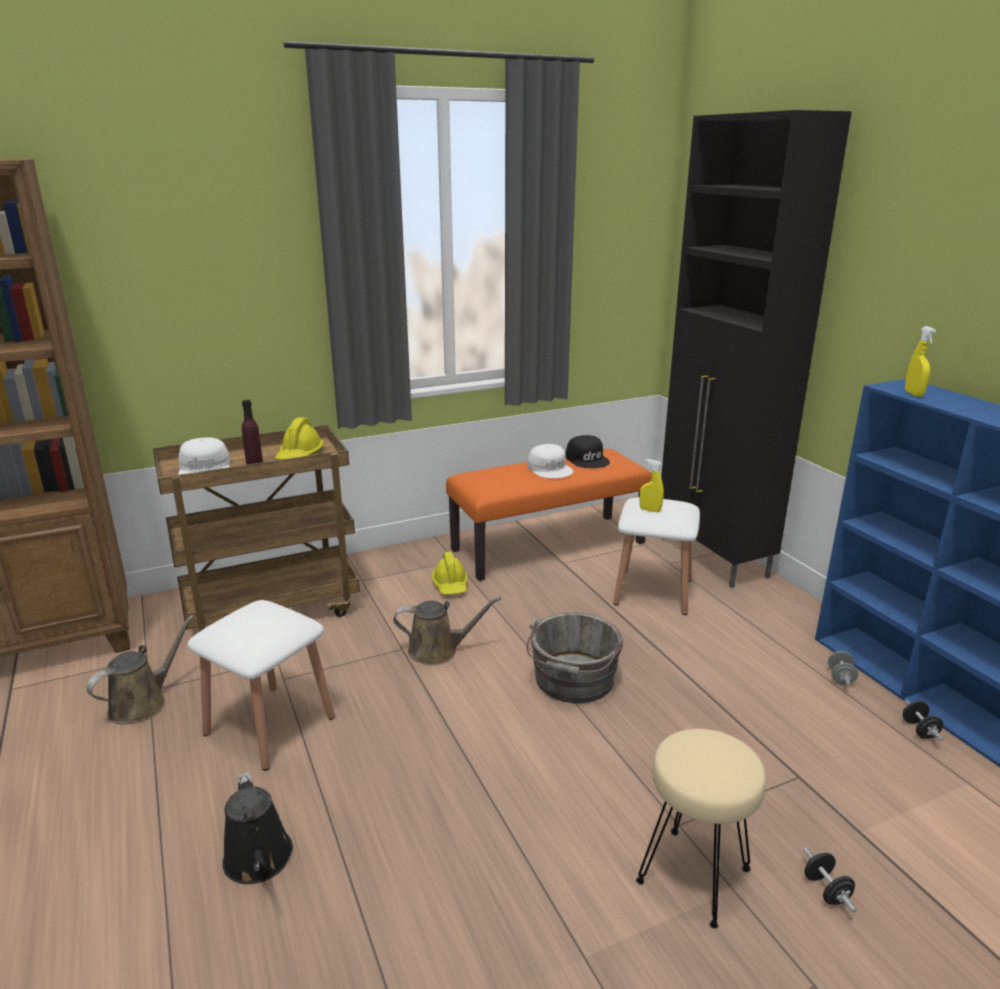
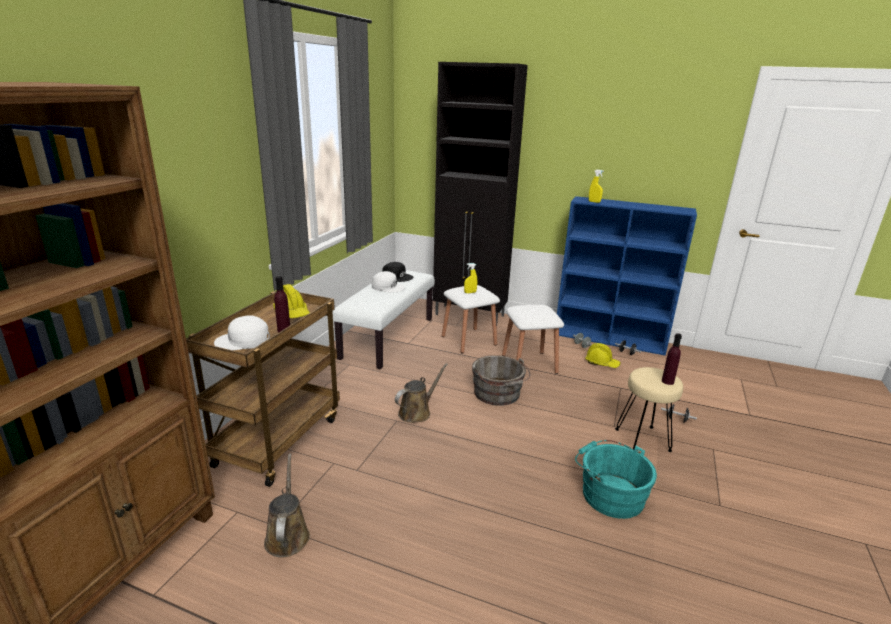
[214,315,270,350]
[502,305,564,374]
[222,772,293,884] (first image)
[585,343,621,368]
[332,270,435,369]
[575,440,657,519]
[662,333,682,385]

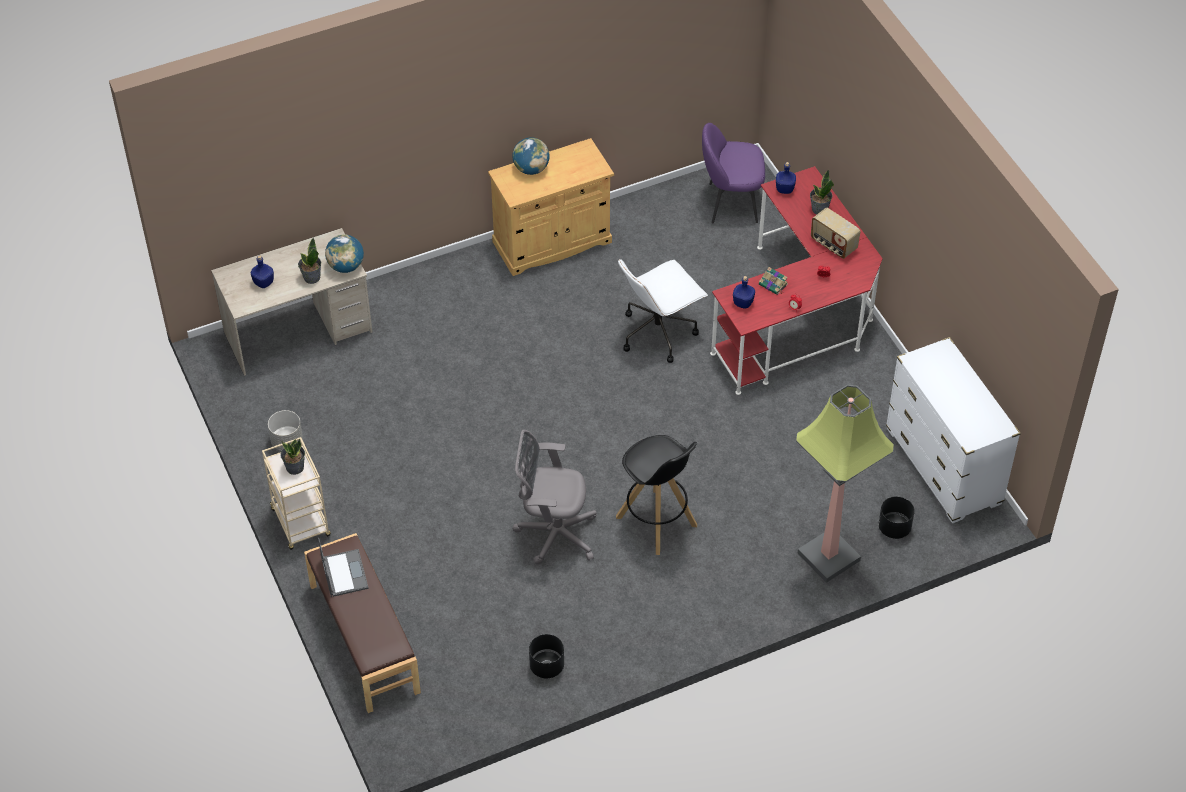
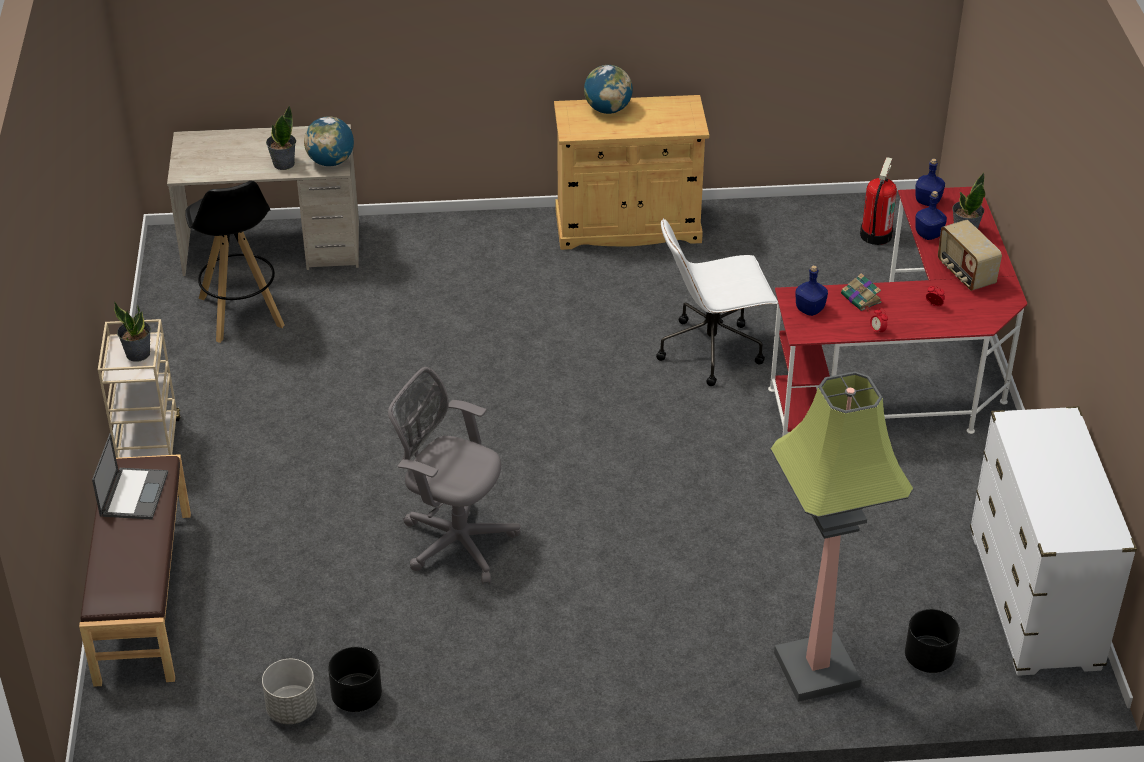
[915,191,947,240]
[262,659,317,724]
[185,181,285,343]
[860,157,897,245]

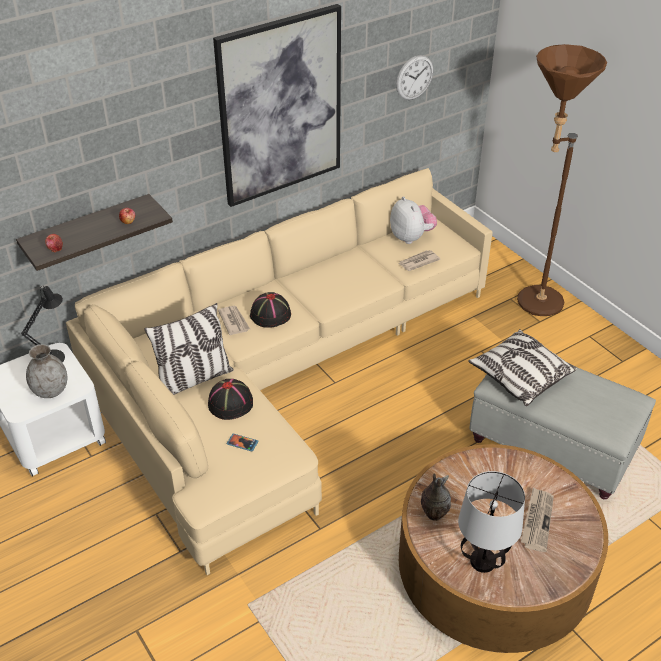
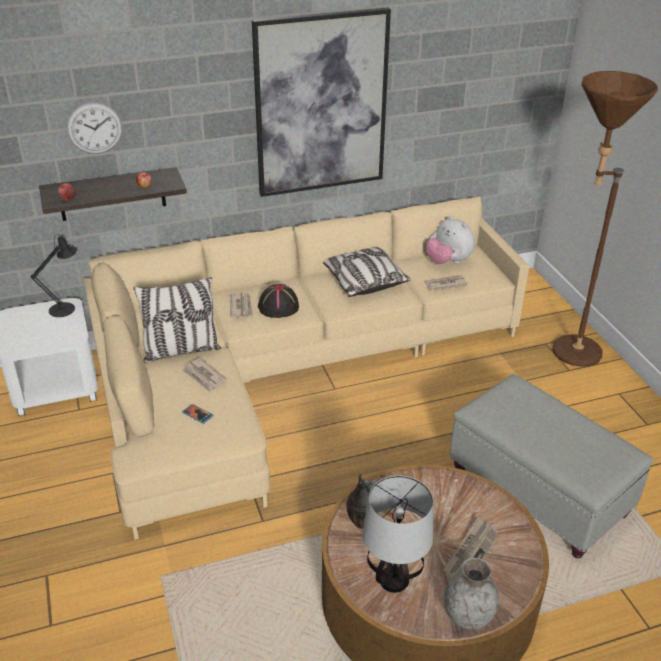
[444,558,499,630]
[182,358,227,392]
[426,216,475,264]
[67,102,122,154]
[323,247,411,297]

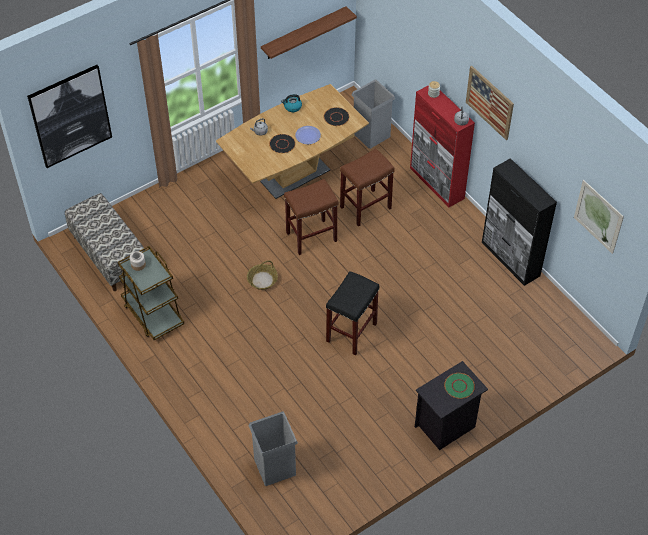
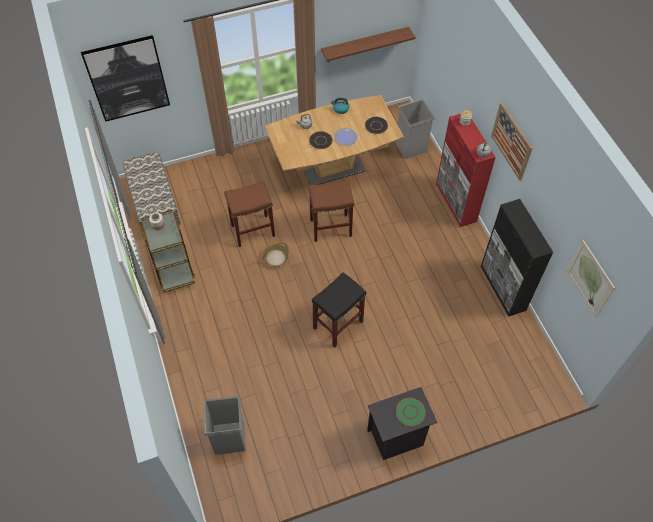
[224,181,275,247]

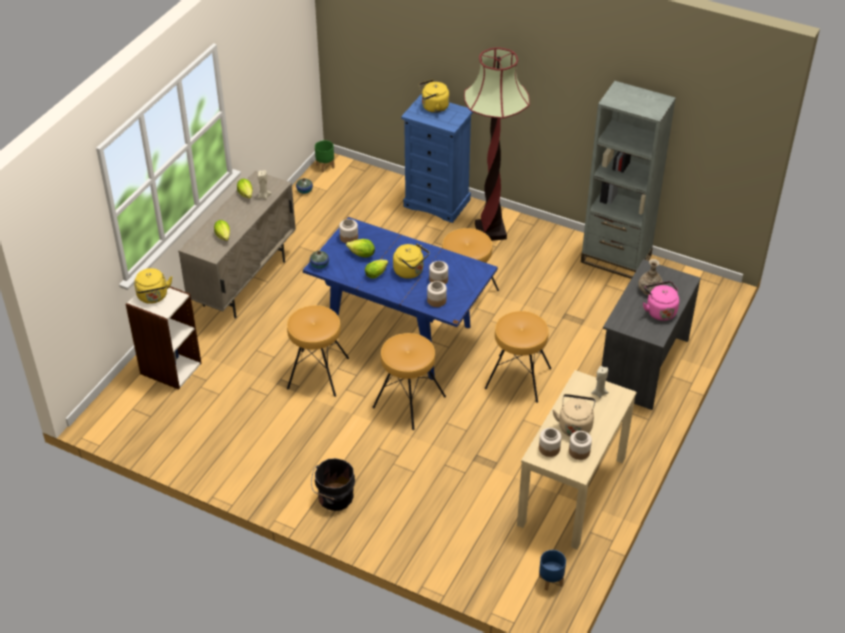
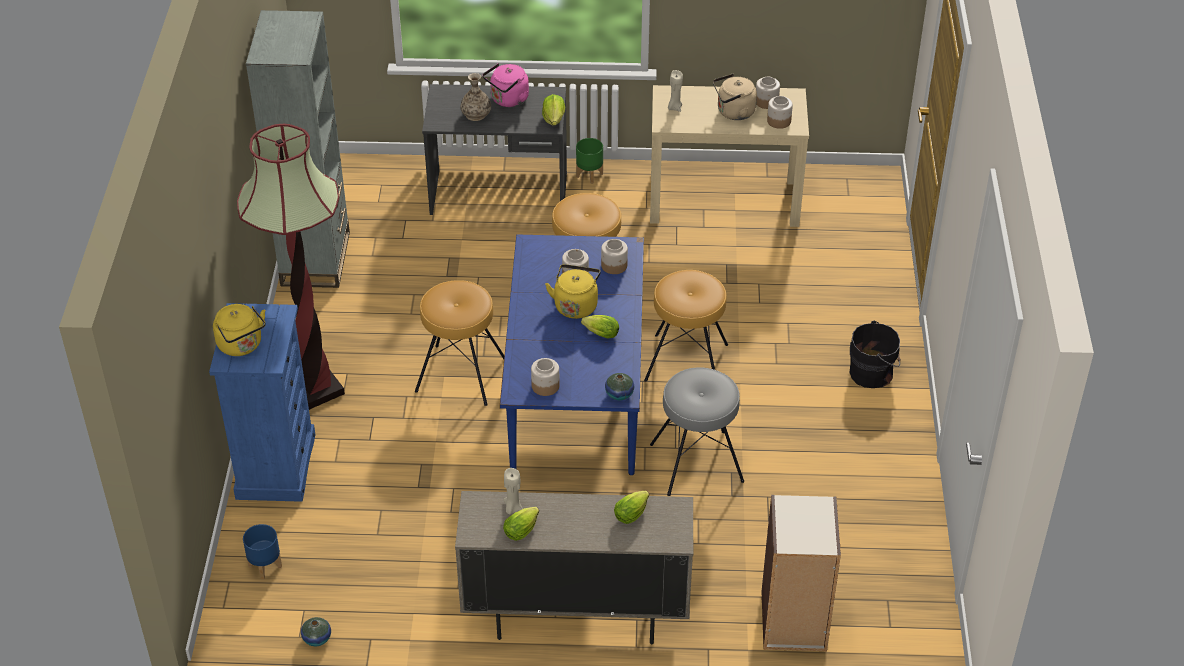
[134,268,172,304] (first image)
[650,368,744,496]
[576,138,603,184]
[542,94,565,125]
[243,524,282,579]

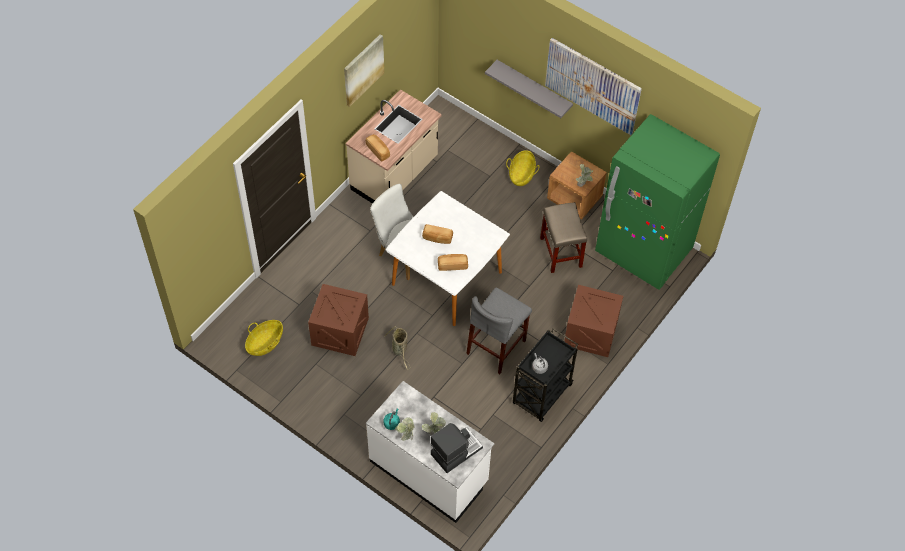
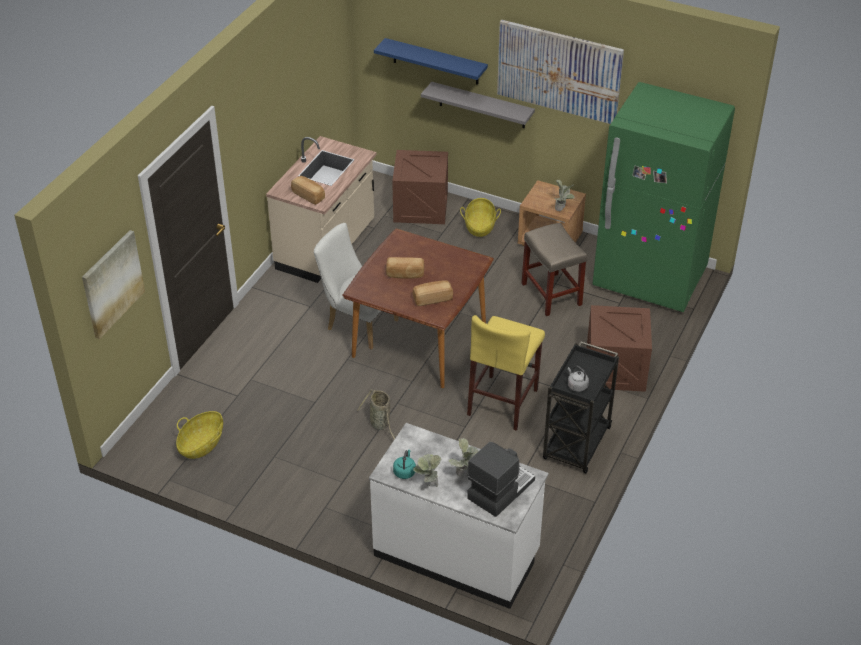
[392,150,448,224]
[82,230,145,339]
[342,228,494,388]
[467,315,545,431]
[374,38,488,85]

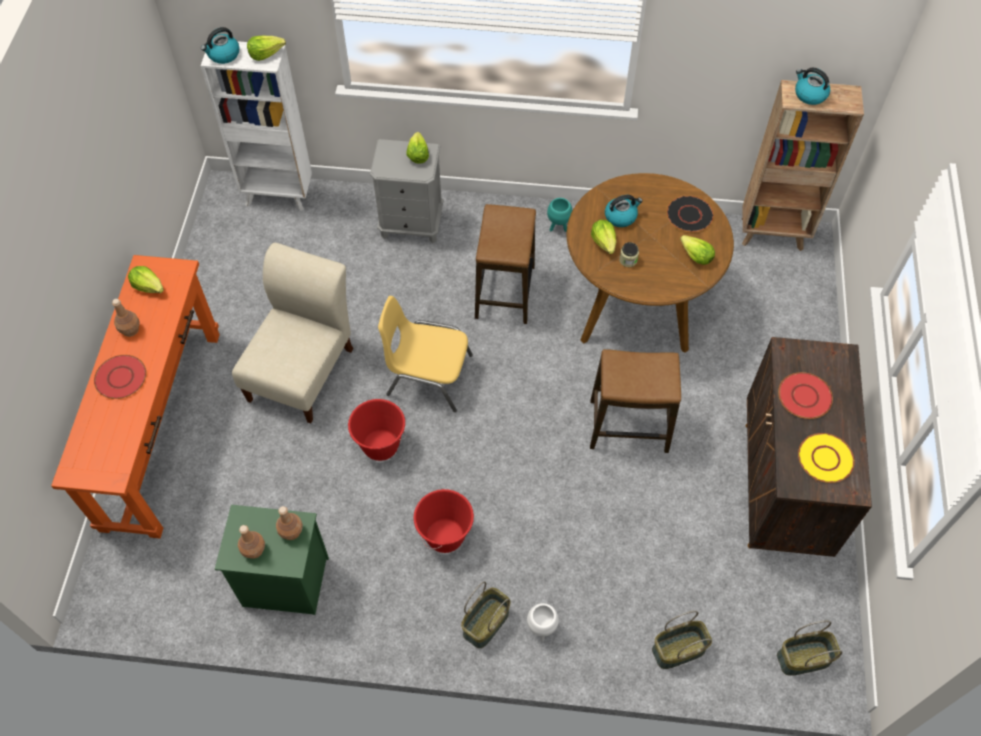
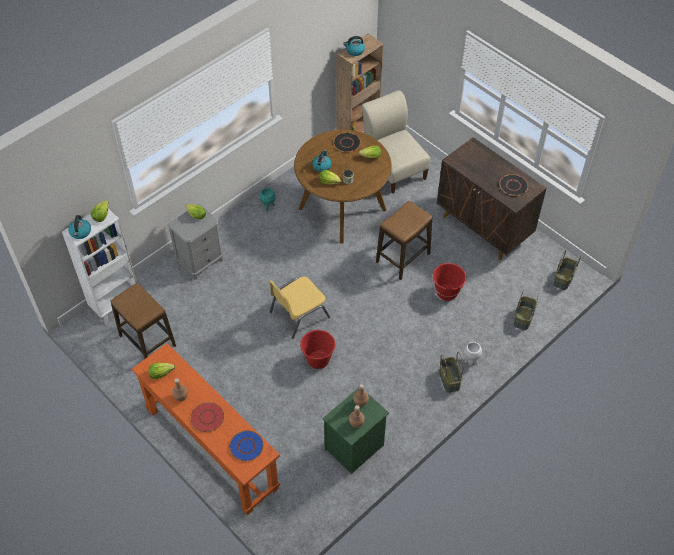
[362,90,430,194]
[432,263,466,301]
[110,283,176,359]
[778,372,833,419] (first image)
[499,174,528,196]
[229,430,264,461]

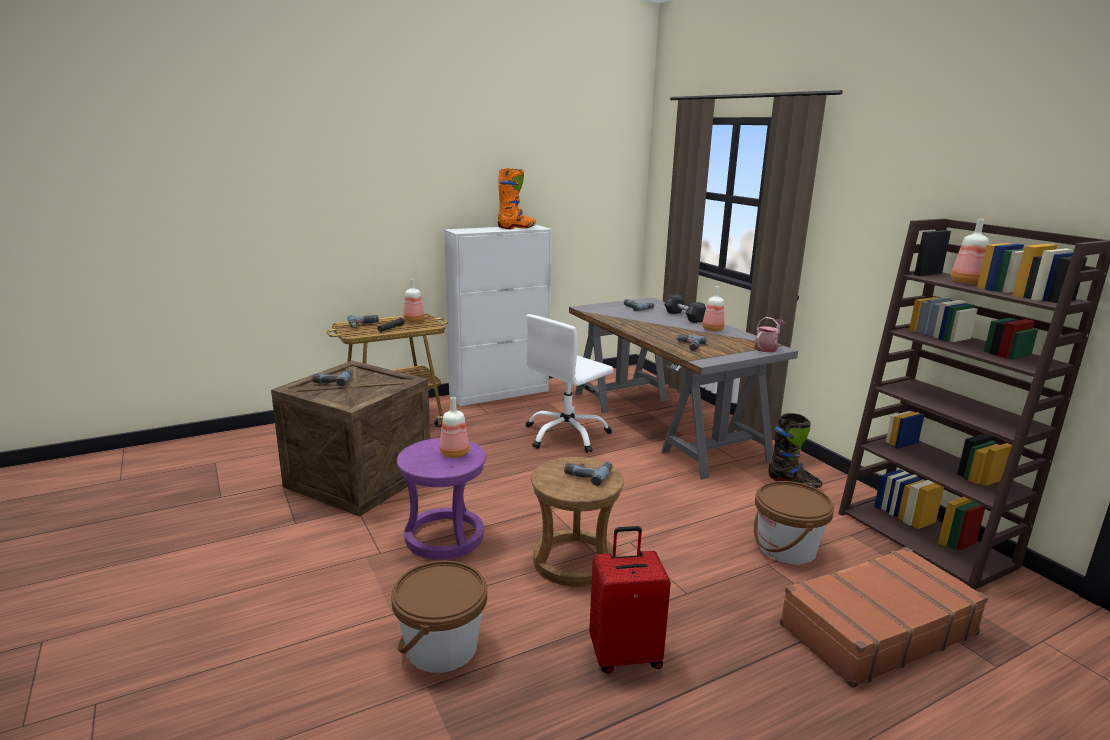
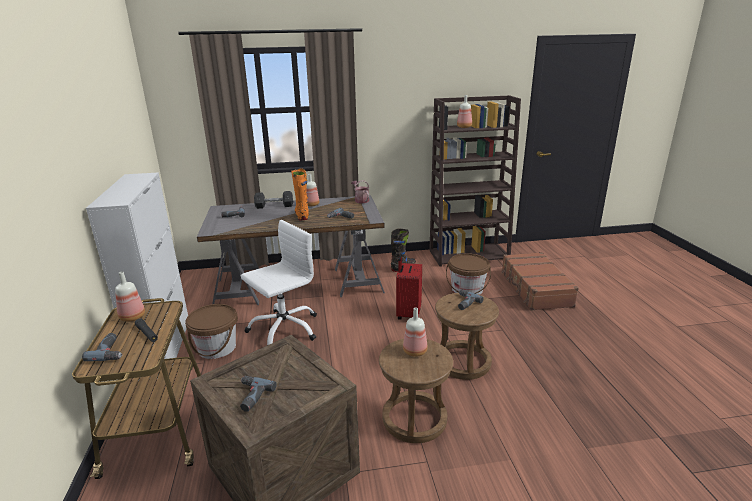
[185,304,238,359]
[379,339,453,443]
[291,169,309,221]
[241,220,317,345]
[396,253,422,320]

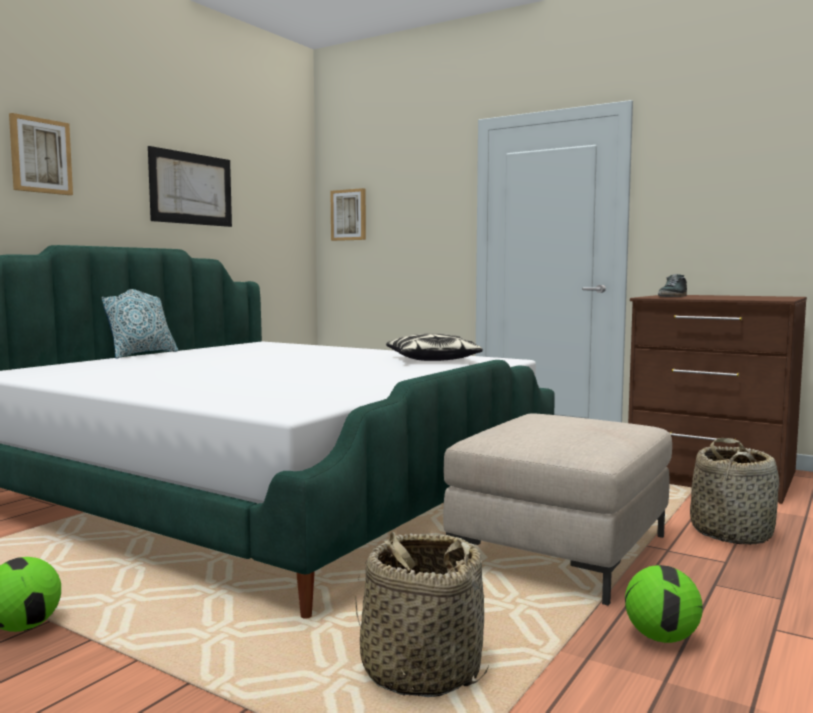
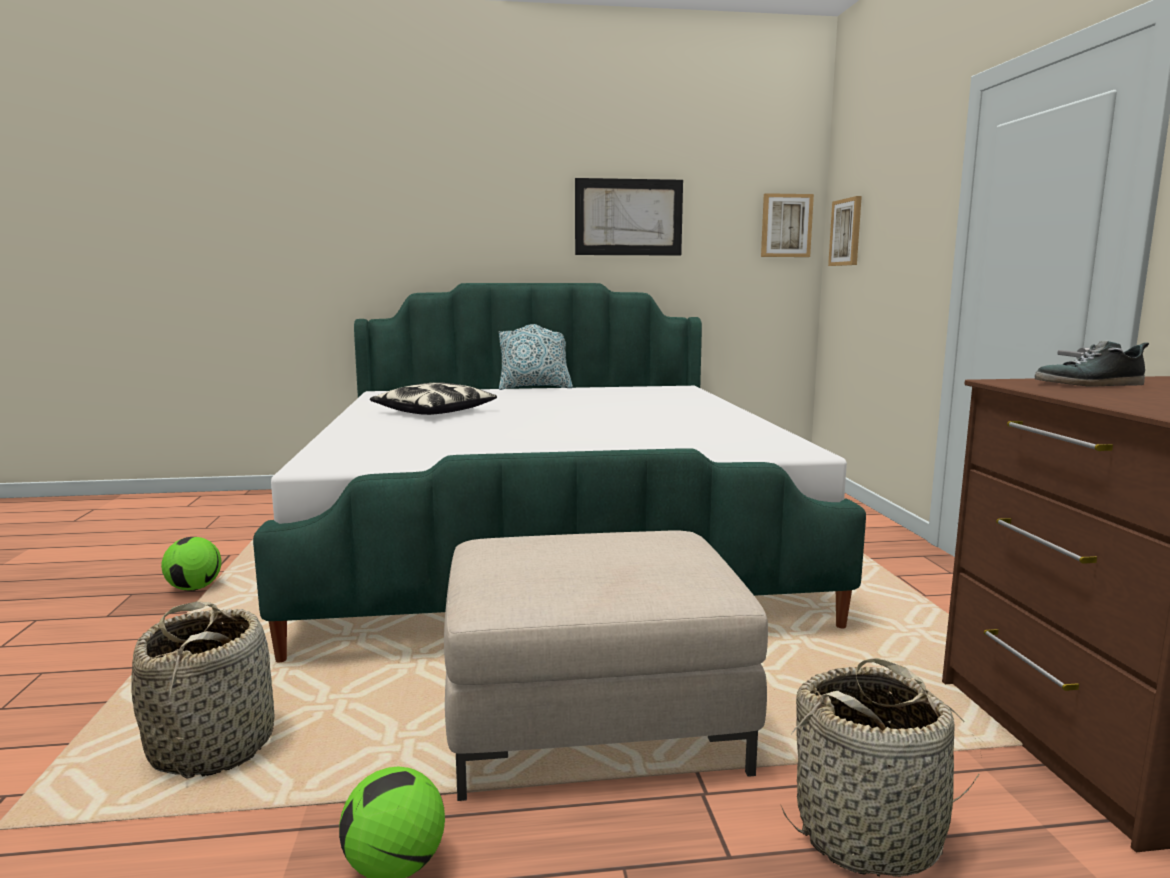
[761,193,814,257]
[370,382,497,415]

